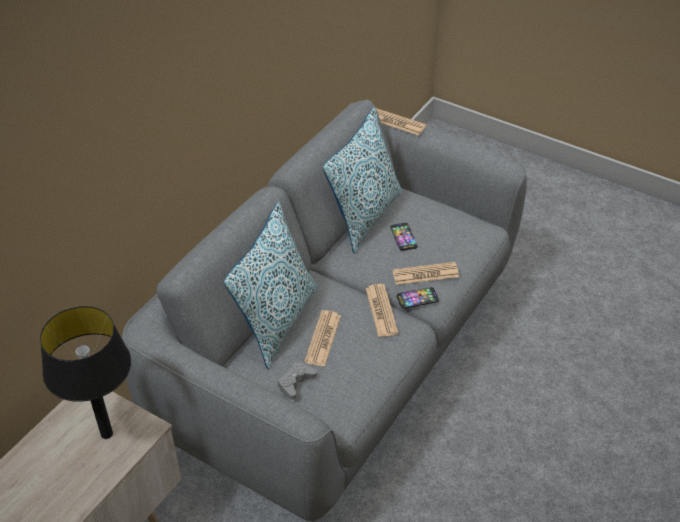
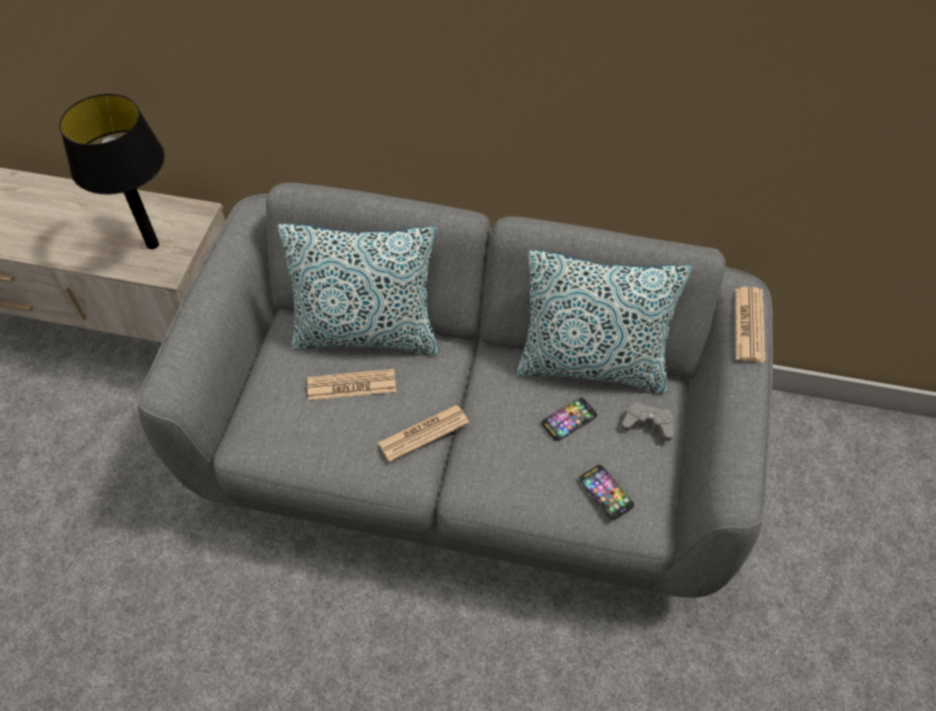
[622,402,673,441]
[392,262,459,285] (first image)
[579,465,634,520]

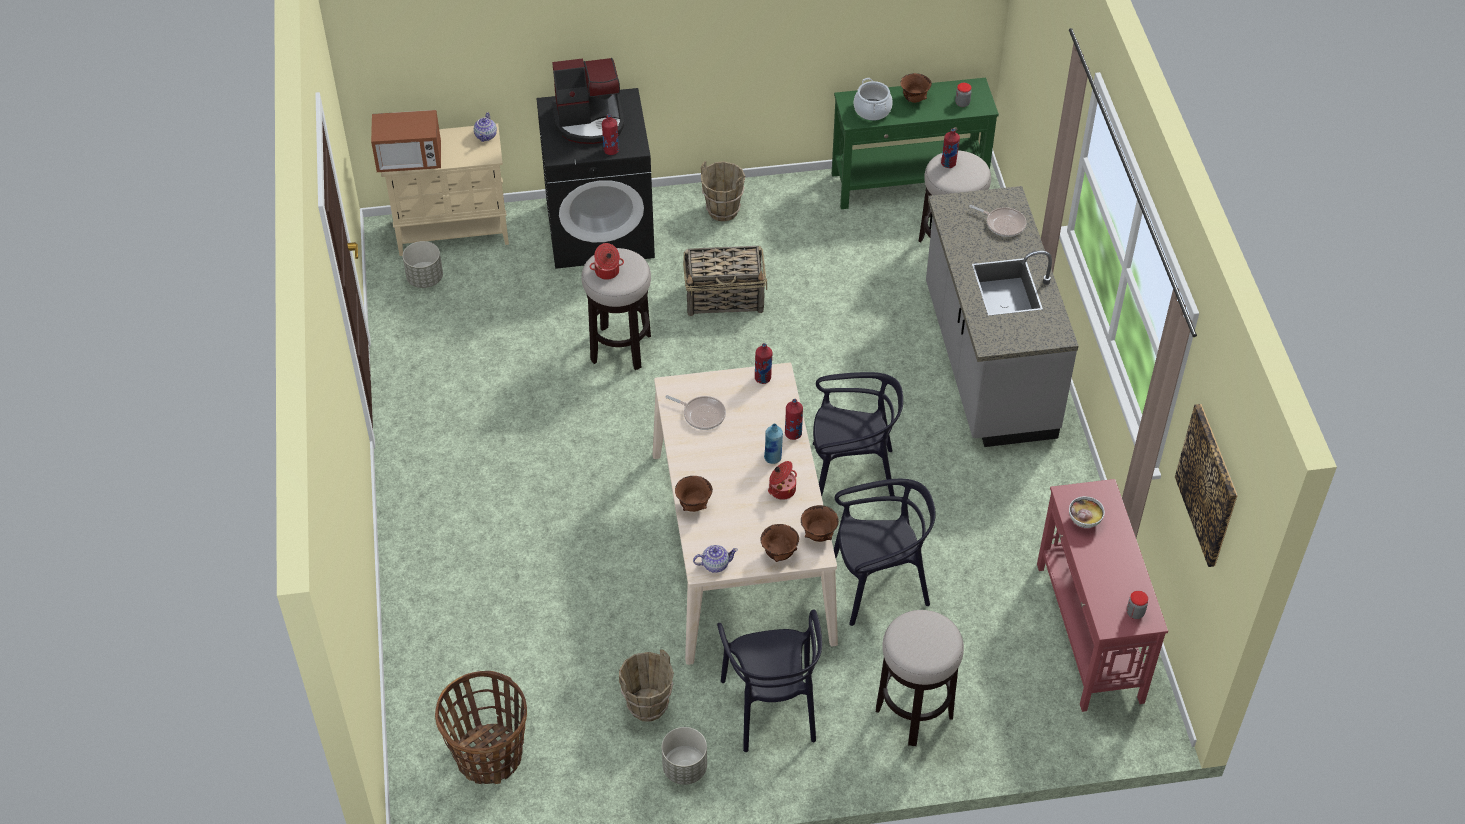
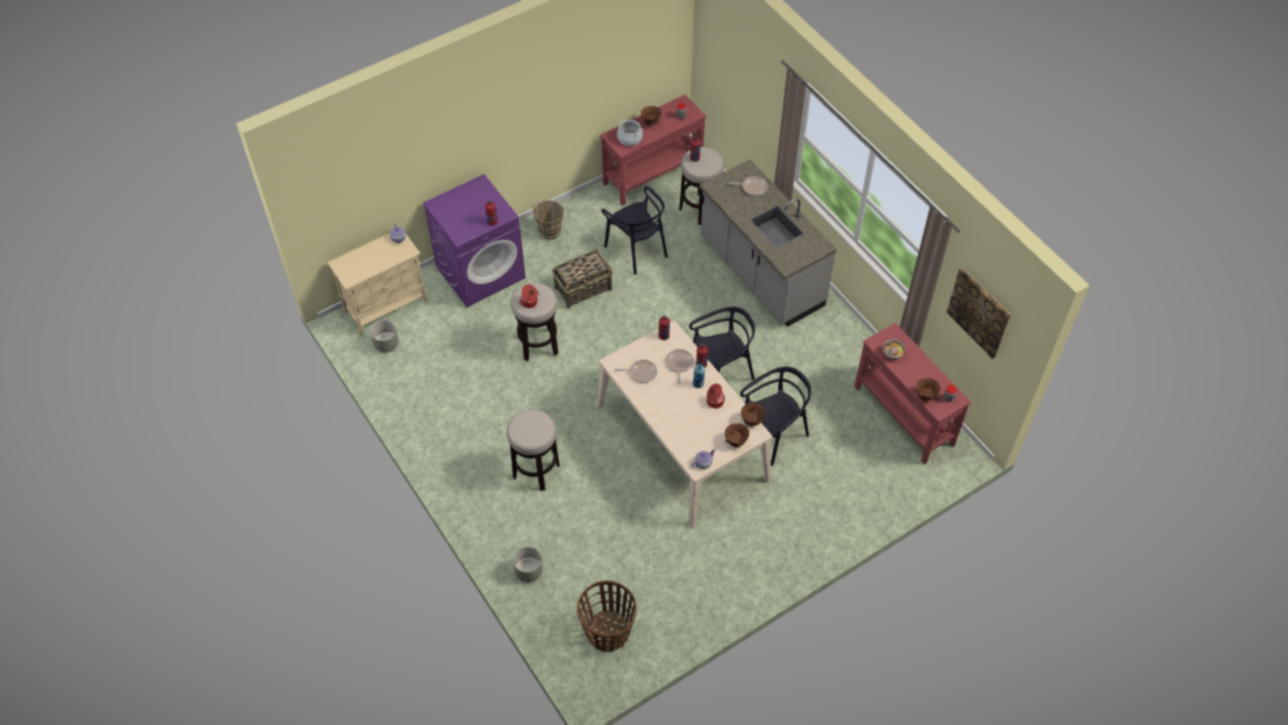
[371,110,441,172] (first image)
[423,174,526,307]
[551,58,624,144] (first image)
[619,649,674,722] (first image)
[513,547,543,582]
[916,378,940,402]
[601,186,668,275]
[600,95,706,206]
[507,409,560,491]
[666,349,693,384]

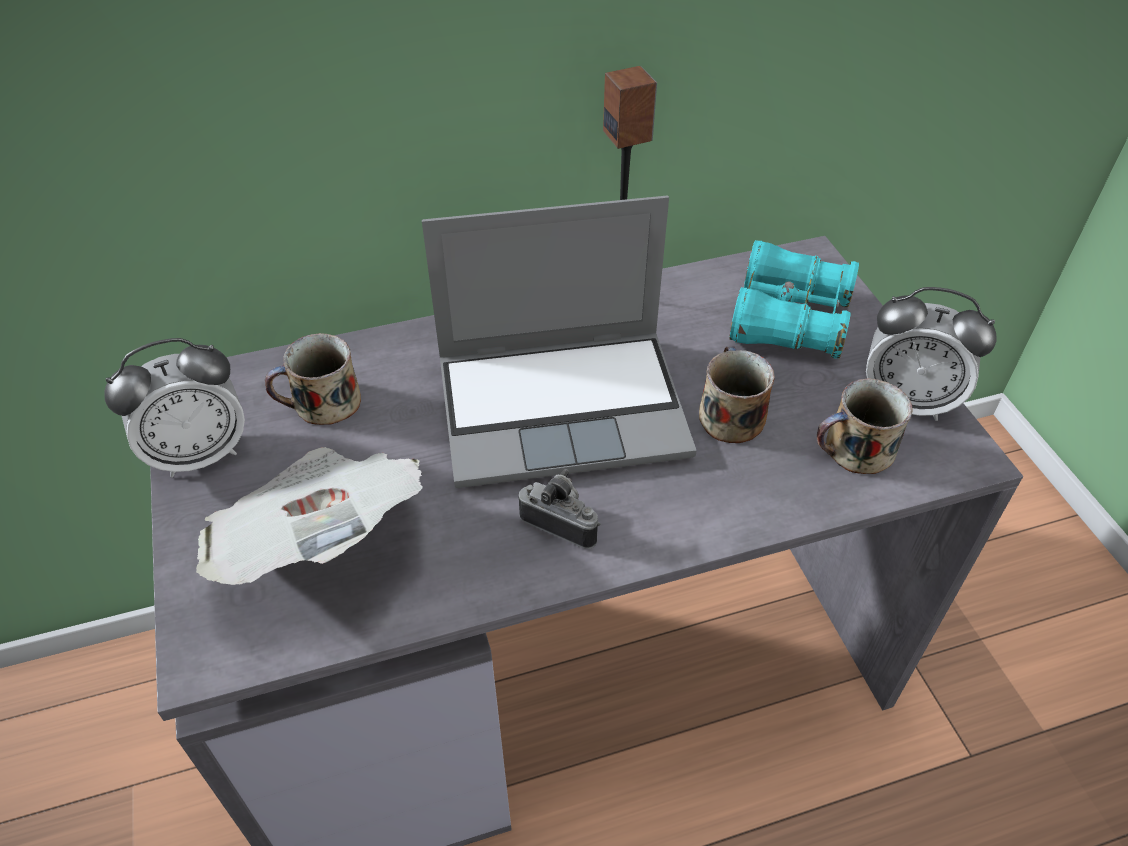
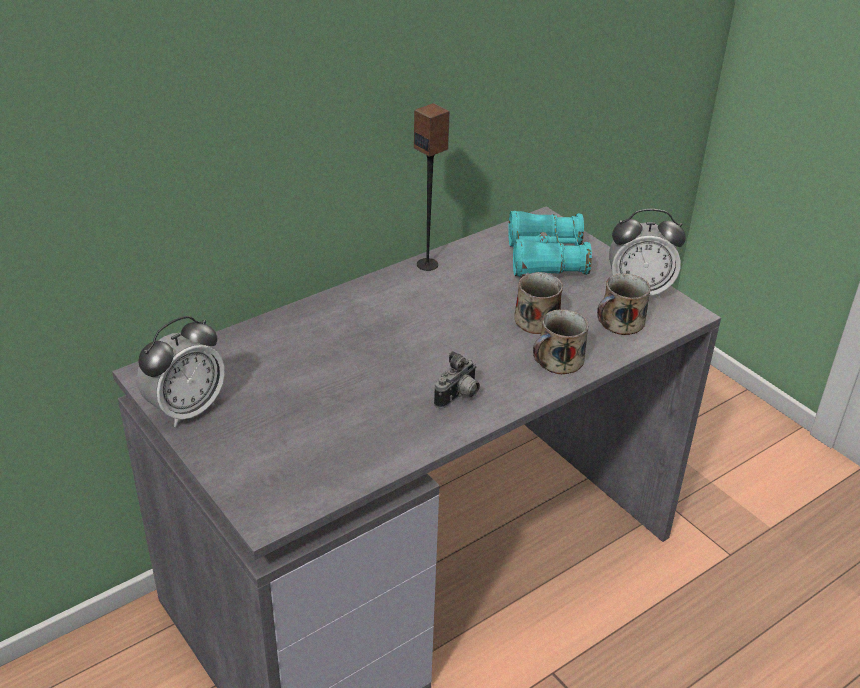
[196,447,423,585] (first image)
[533,310,589,374]
[422,196,697,488] (first image)
[434,351,480,408]

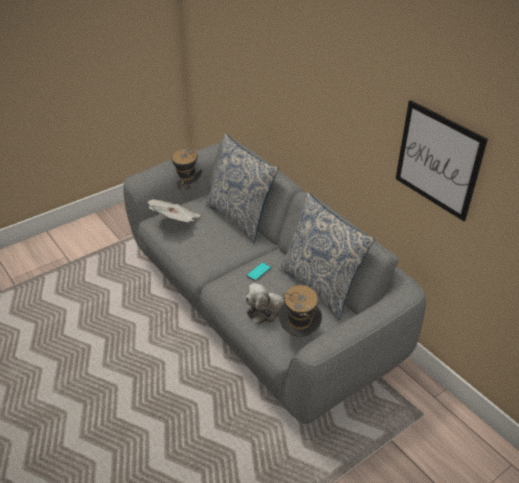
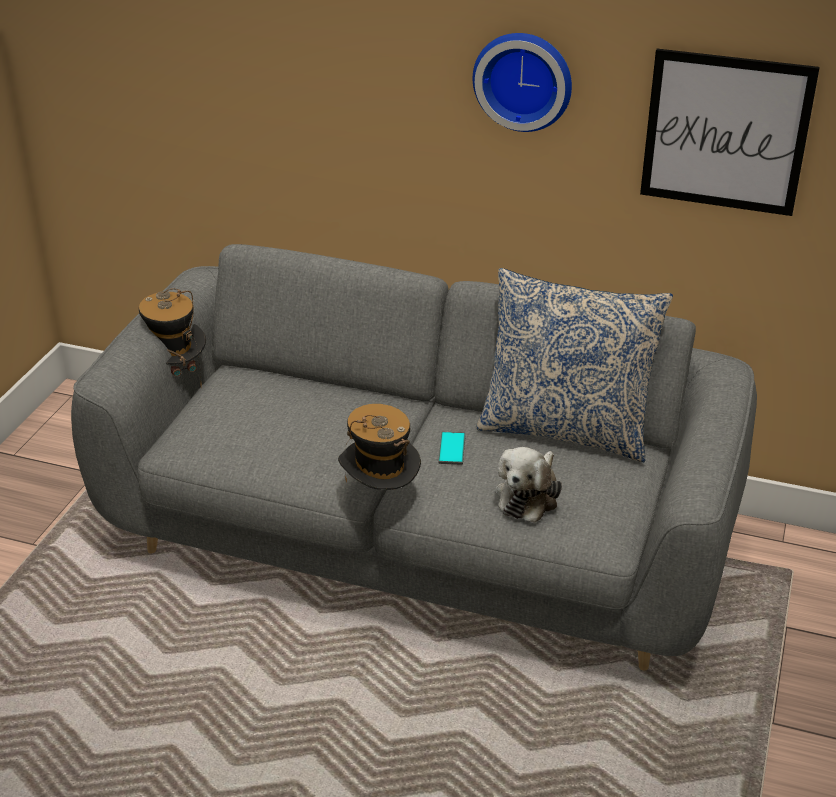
[147,199,200,223] (first image)
[205,134,279,243] (first image)
[338,404,421,490]
[473,33,572,132]

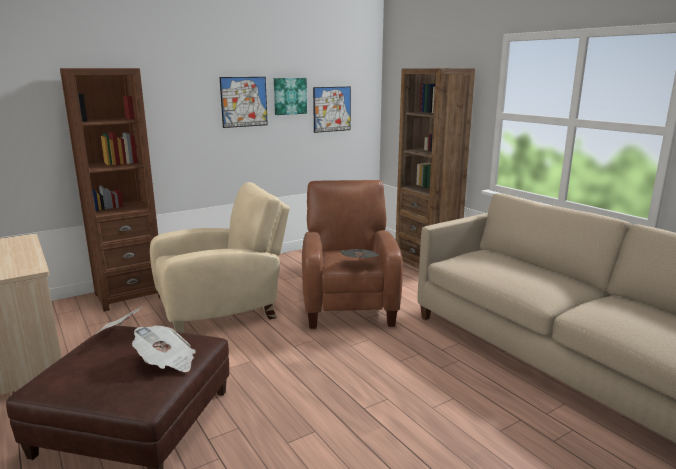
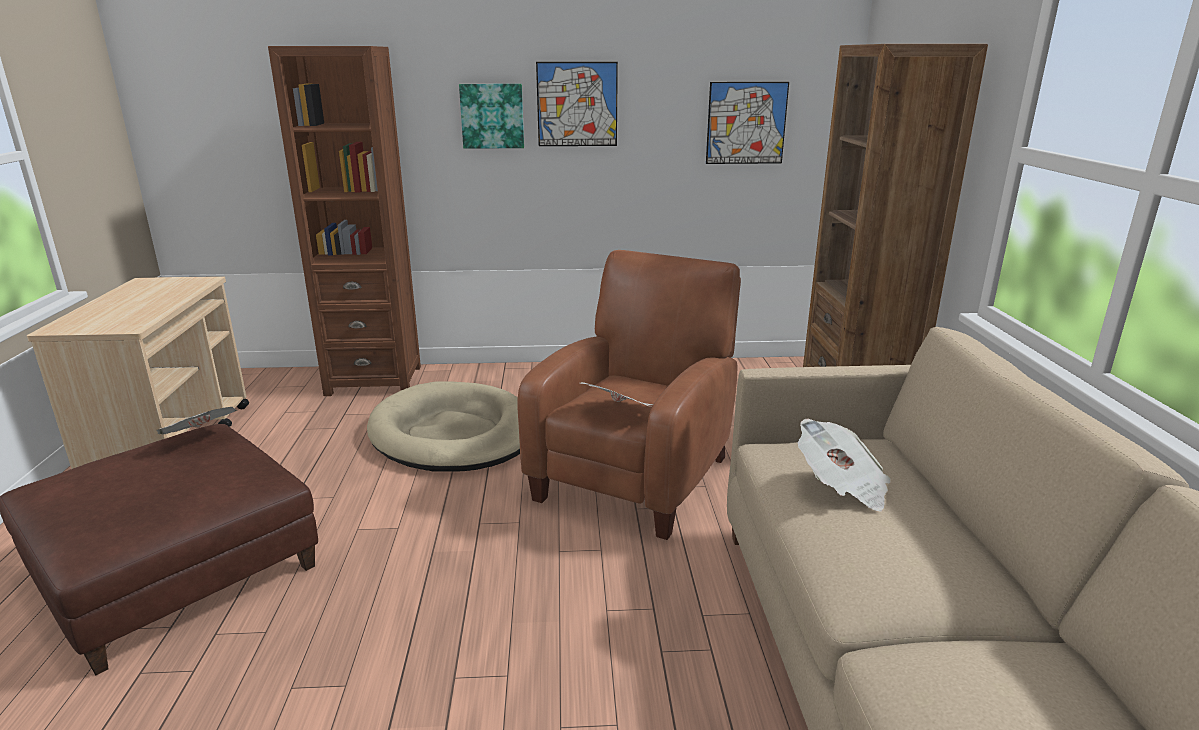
[797,419,891,511]
[367,381,520,472]
[459,84,524,149]

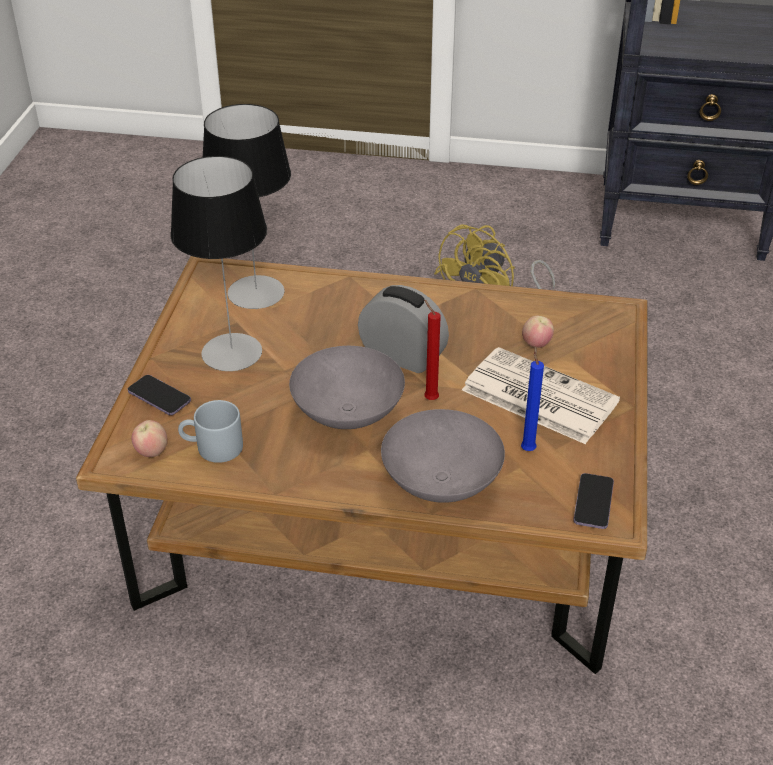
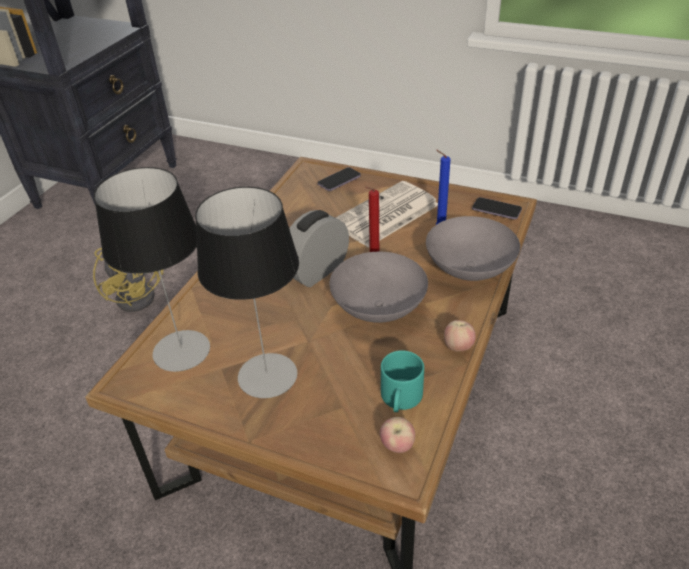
[318,167,361,191]
[381,350,424,412]
[444,320,476,351]

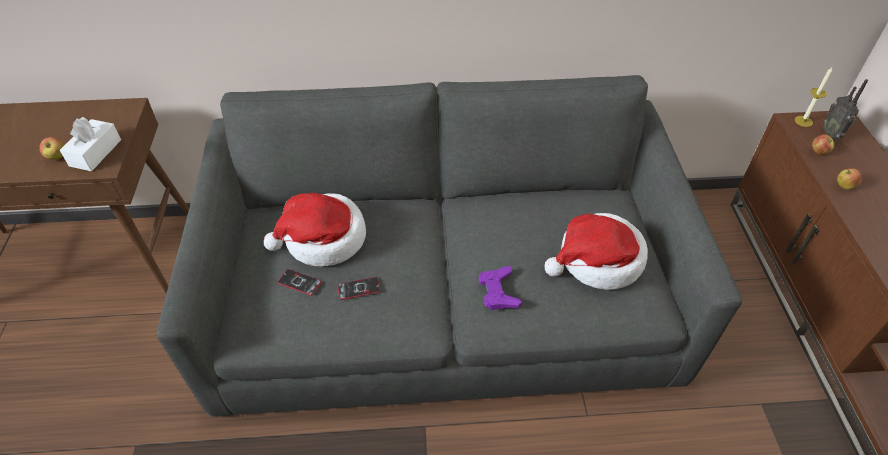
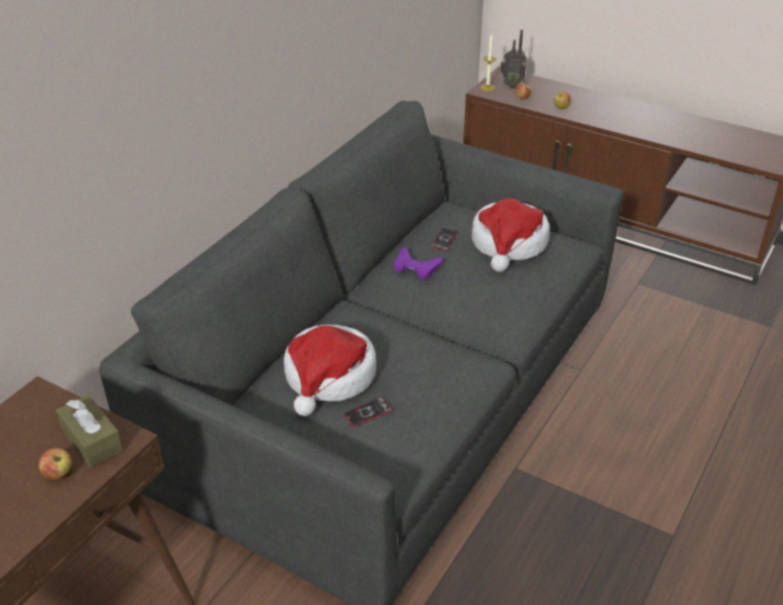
[56,395,123,468]
[431,228,458,251]
[394,247,442,280]

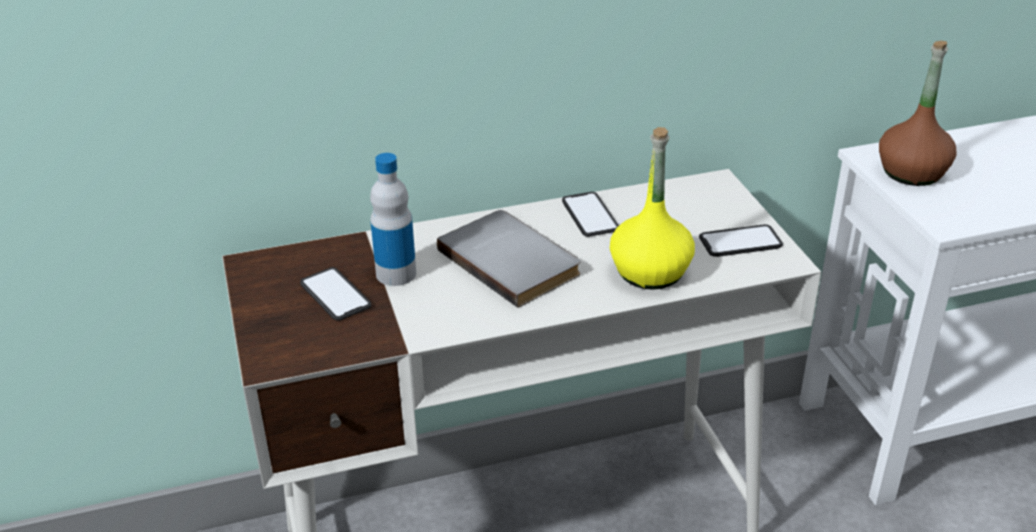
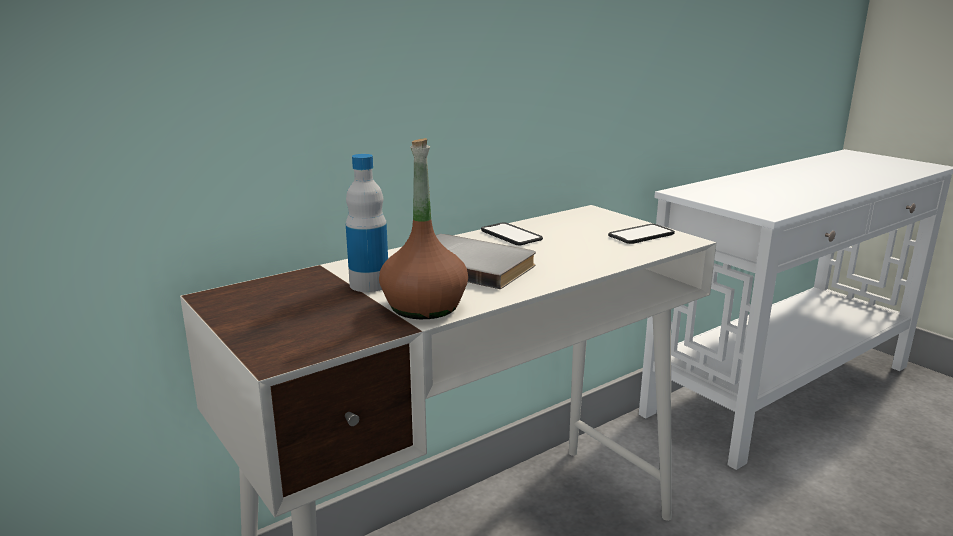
[300,267,371,321] (first image)
[610,127,695,290] (first image)
[379,138,468,319]

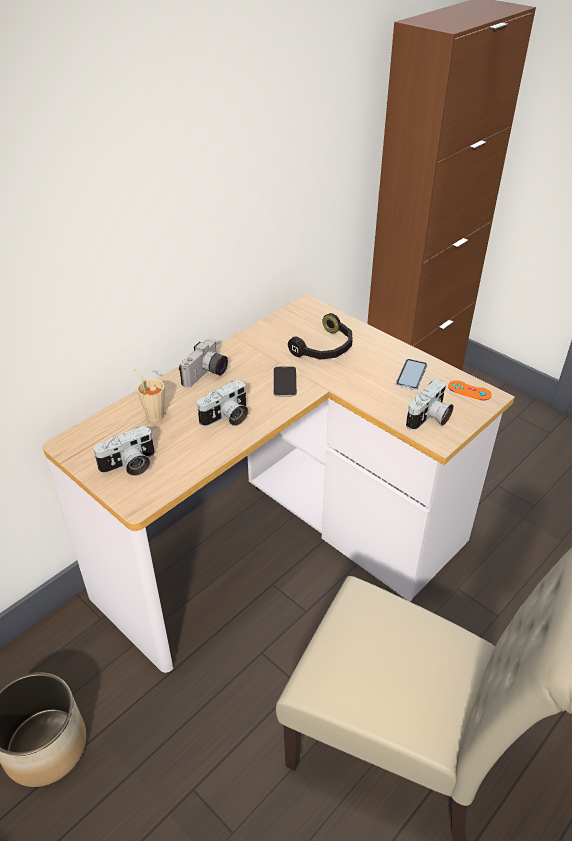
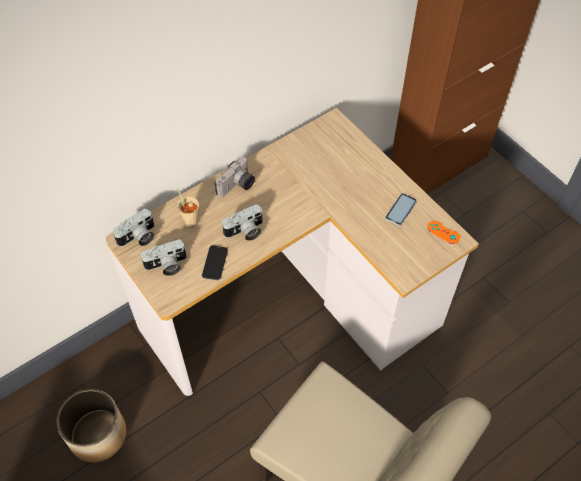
[202,246,228,281]
[288,313,353,359] (first image)
[113,209,155,247]

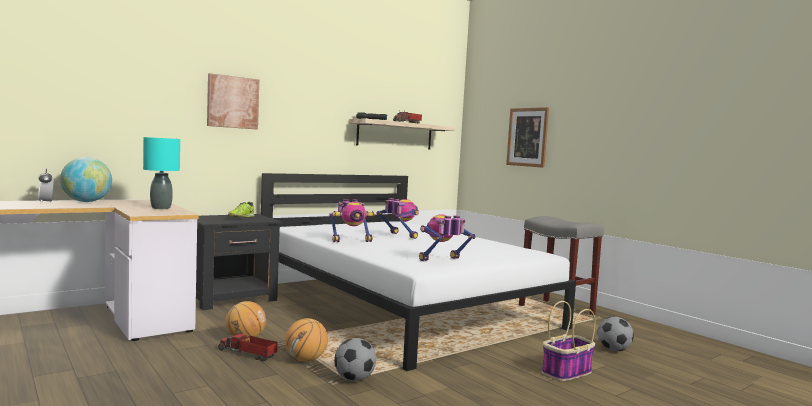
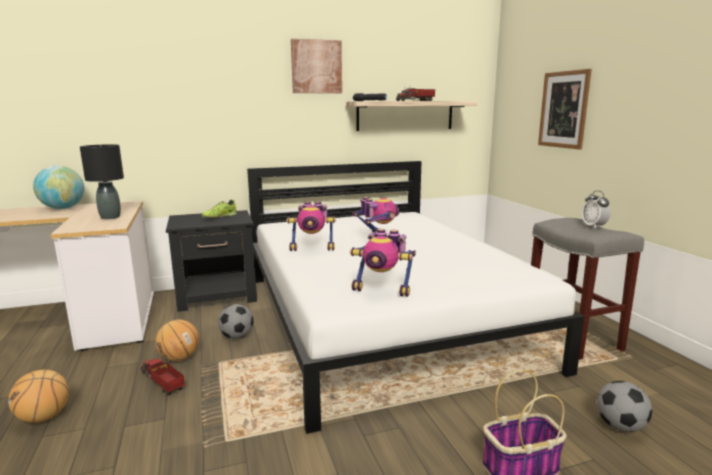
[582,191,611,229]
[80,144,124,219]
[291,39,342,93]
[8,370,69,423]
[218,304,253,339]
[350,229,416,297]

